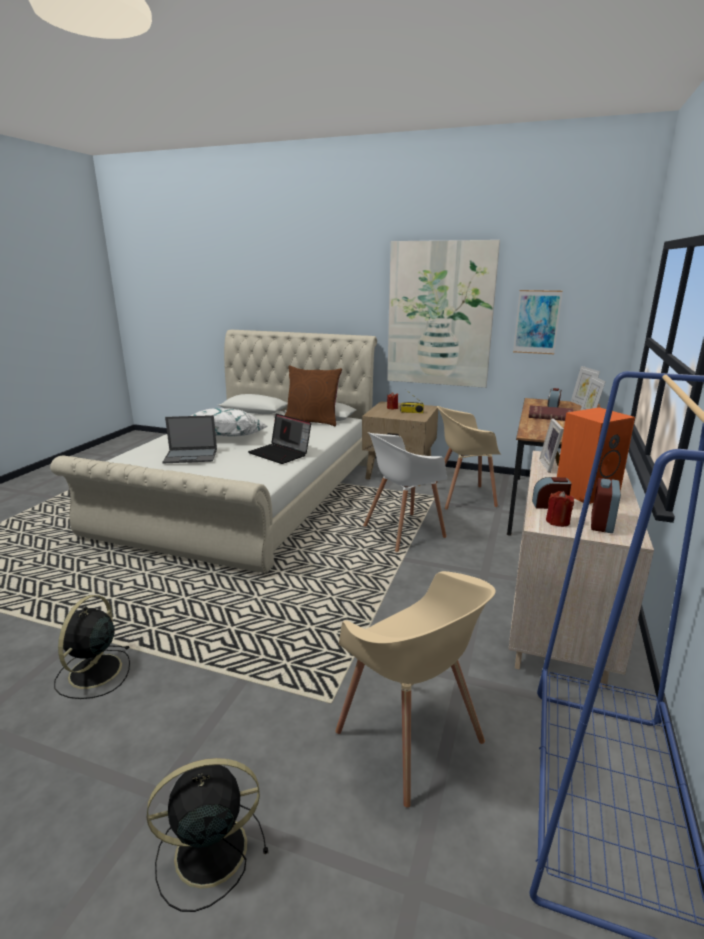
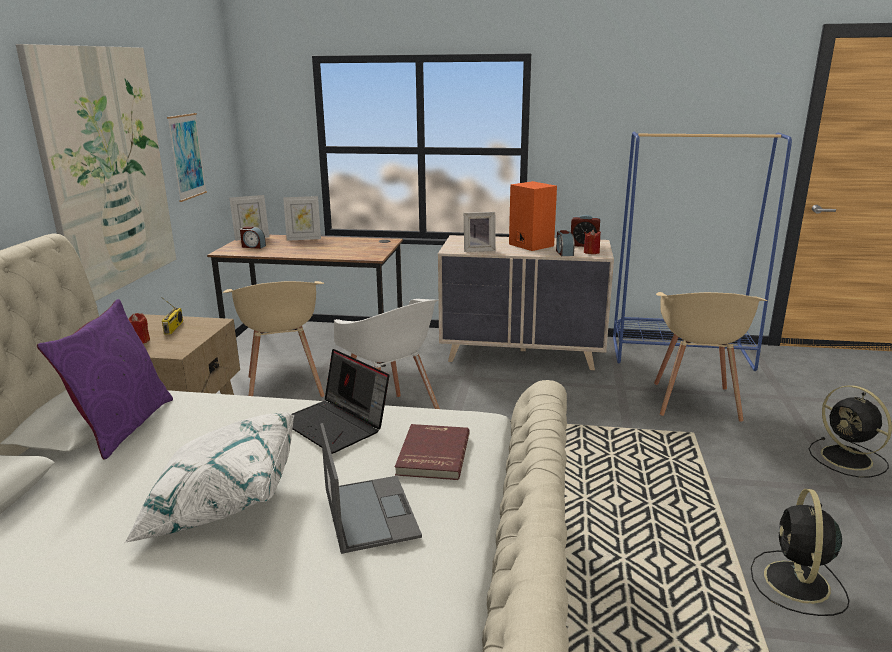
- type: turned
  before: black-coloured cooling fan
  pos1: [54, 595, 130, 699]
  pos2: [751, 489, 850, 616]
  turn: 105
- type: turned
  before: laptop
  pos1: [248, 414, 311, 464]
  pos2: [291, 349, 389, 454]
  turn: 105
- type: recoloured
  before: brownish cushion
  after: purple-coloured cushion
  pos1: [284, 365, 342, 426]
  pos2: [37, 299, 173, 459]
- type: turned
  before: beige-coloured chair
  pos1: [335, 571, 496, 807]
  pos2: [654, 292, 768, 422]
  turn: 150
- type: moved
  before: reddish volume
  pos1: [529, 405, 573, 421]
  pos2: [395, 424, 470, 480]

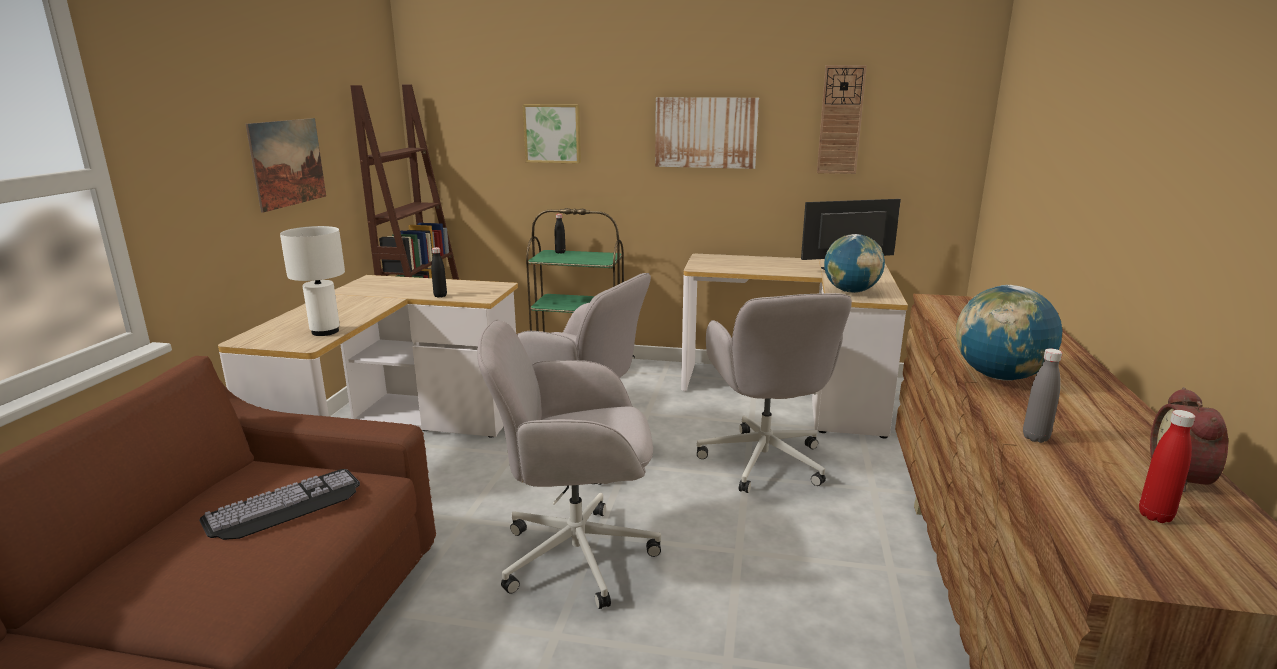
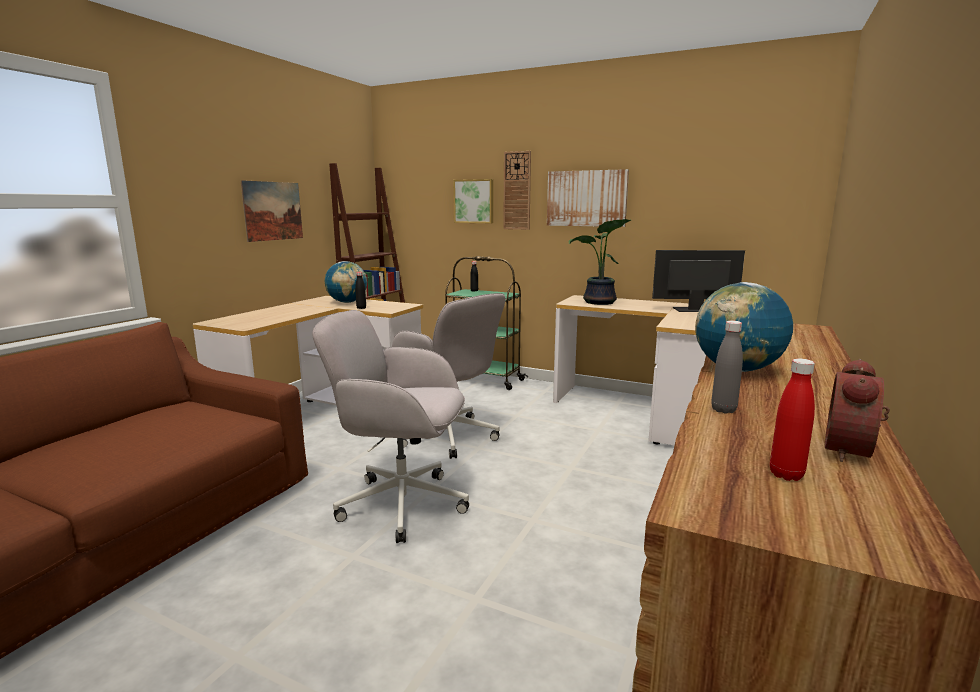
- type: removed
  before: keyboard
  pos1: [199, 469, 360, 540]
- type: removed
  before: white table lamp
  pos1: [280, 226, 345, 336]
- type: removed
  before: greyish computer chair
  pos1: [697, 293, 852, 493]
- type: moved
  before: wall clock
  pos1: [817, 65, 867, 174]
  pos2: [503, 151, 531, 230]
- type: moved
  before: world globe
  pos1: [824, 234, 885, 293]
  pos2: [325, 261, 367, 303]
- type: added
  after: plant in a pot
  pos2: [569, 219, 631, 305]

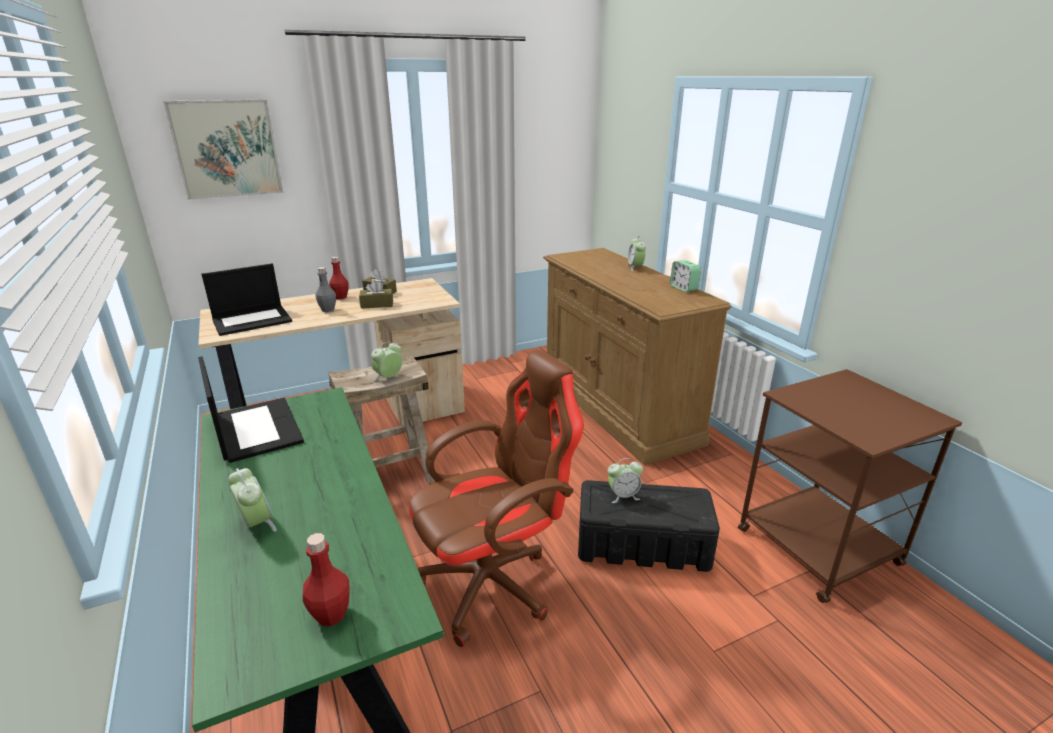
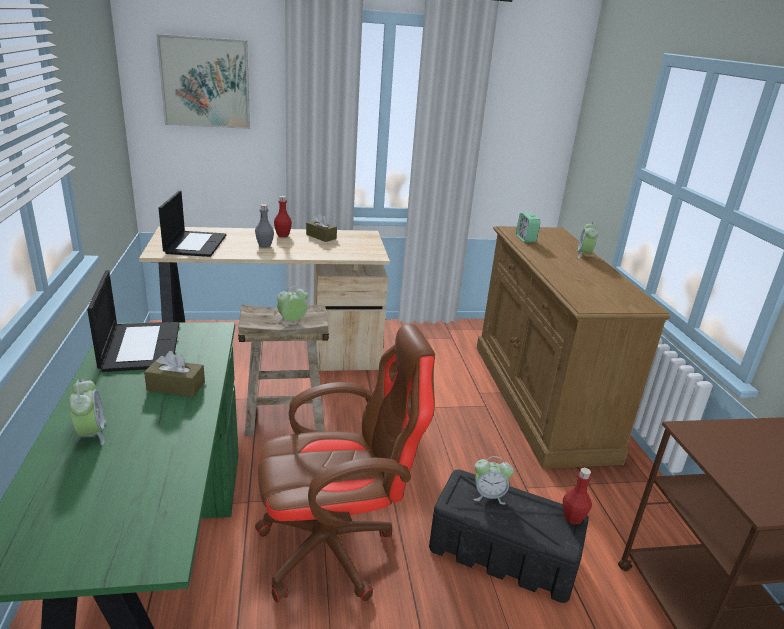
- type: turned
  before: laptop
  pos1: [202, 263, 292, 336]
  pos2: [159, 191, 226, 257]
  turn: -75
- type: moved
  before: reddish drink bottle
  pos1: [303, 533, 350, 626]
  pos2: [563, 468, 592, 525]
- type: moved
  before: brownish tissue box
  pos1: [359, 280, 393, 309]
  pos2: [144, 351, 205, 397]
- type: moved
  before: bedside clock
  pos1: [670, 260, 701, 292]
  pos2: [516, 213, 540, 243]

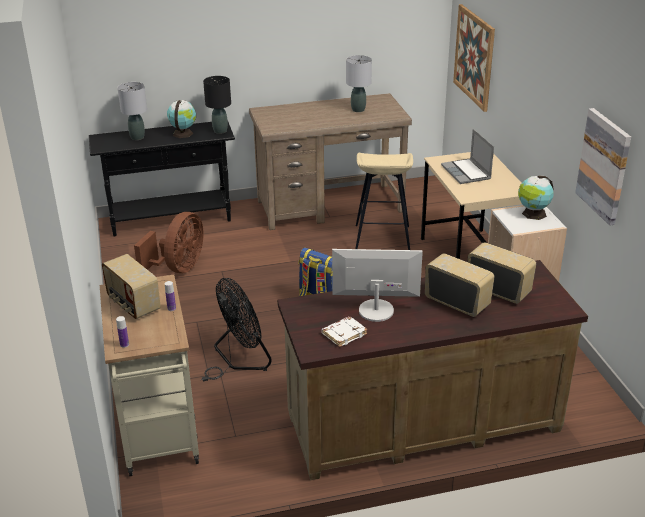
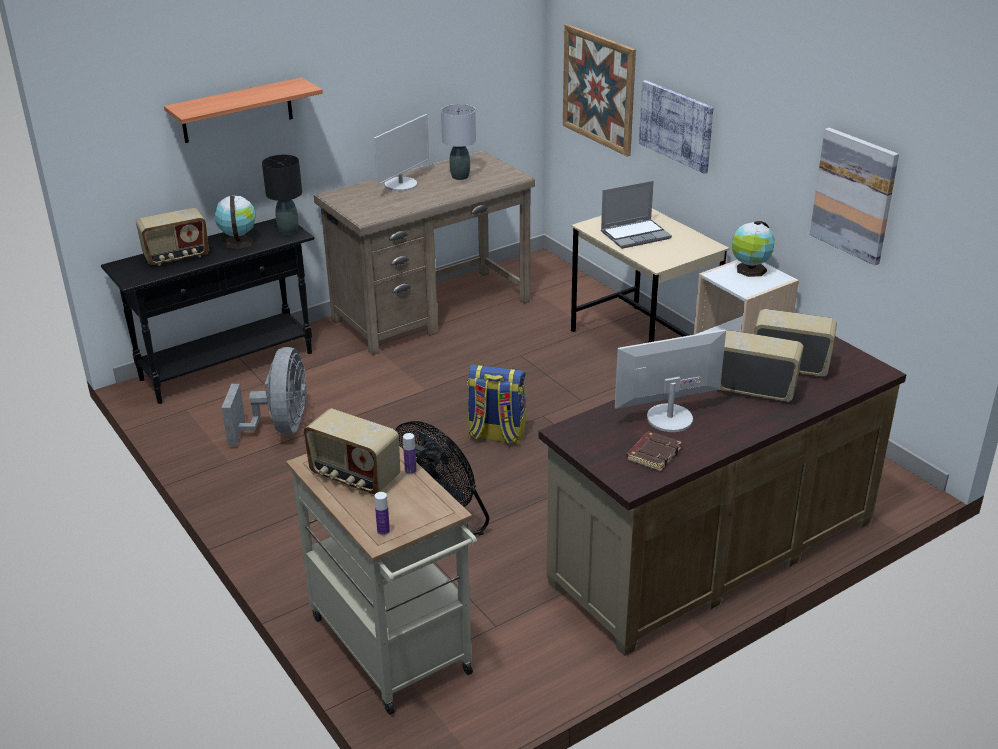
- type: replaced
  before: greyish table lamp
  after: radio
  pos1: [117, 82, 147, 140]
  pos2: [136, 208, 209, 266]
- type: recoloured
  before: brownish cooling fan
  after: greyish cooling fan
  pos1: [134, 212, 204, 273]
  pos2: [222, 347, 307, 446]
- type: recoloured
  before: white volume
  after: brownish volume
  pos1: [322, 316, 368, 347]
  pos2: [626, 431, 682, 472]
- type: removed
  before: beige-coloured stool
  pos1: [355, 153, 413, 250]
- type: turned
  before: laptop
  pos1: [441, 129, 494, 184]
  pos2: [601, 181, 672, 249]
  turn: -75
- type: added
  after: bracket shelf
  pos2: [164, 77, 323, 143]
- type: added
  after: computer screen
  pos2: [374, 114, 429, 191]
- type: added
  after: wall art
  pos2: [639, 80, 713, 174]

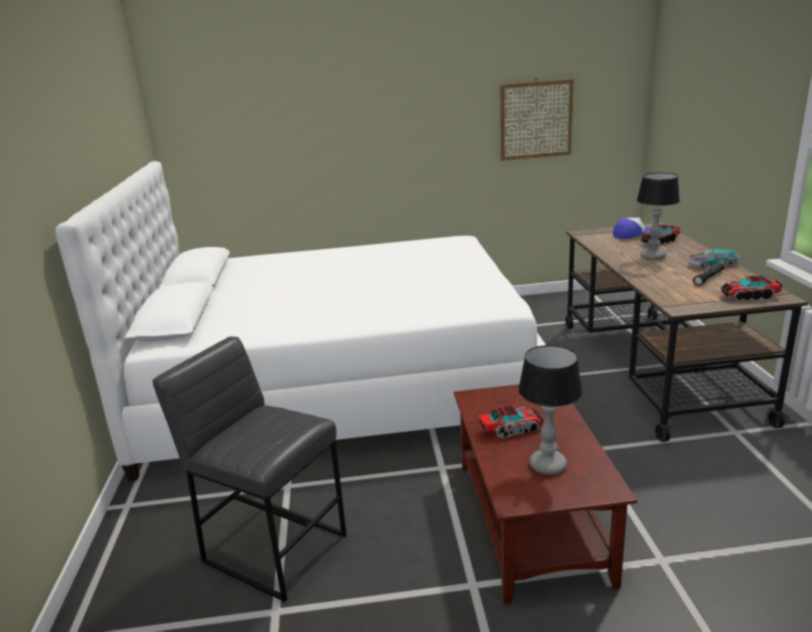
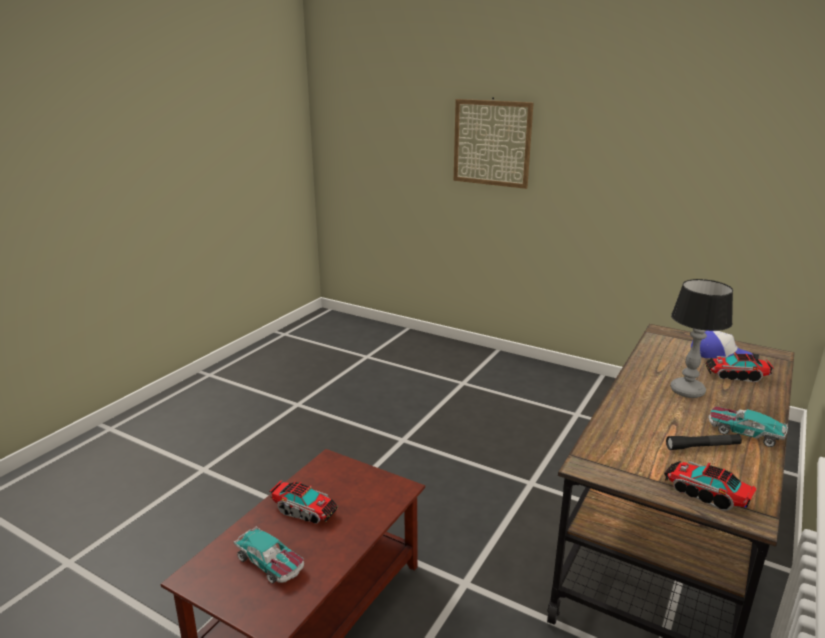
- type: removed
  before: white bedroom bed
  pos1: [55, 161, 546, 481]
- type: removed
  before: greyish stool
  pos1: [152, 336, 347, 602]
- type: moved
  before: wall art
  pos1: [500, 79, 574, 161]
  pos2: [454, 97, 534, 189]
- type: replaced
  before: table lamp
  after: miniature car
  pos1: [518, 345, 582, 475]
  pos2: [233, 526, 304, 584]

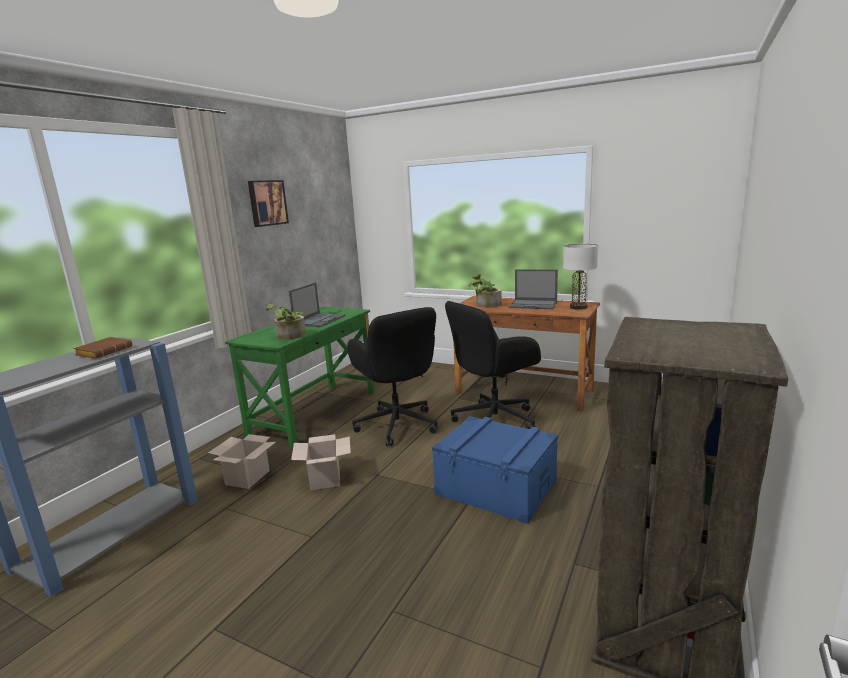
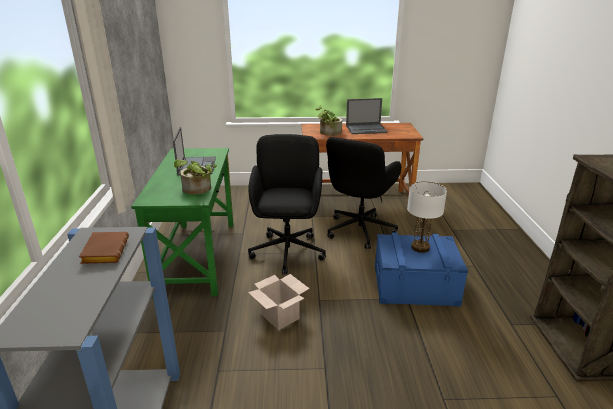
- type: removed
  before: carton
  pos1: [208, 434, 275, 489]
- type: removed
  before: wall art
  pos1: [248, 180, 289, 227]
- type: turned
  before: black-coloured computer chair
  pos1: [347, 307, 438, 446]
  pos2: [248, 134, 326, 274]
  turn: -120
- type: moved
  before: table lamp
  pos1: [563, 244, 598, 310]
  pos2: [407, 181, 447, 253]

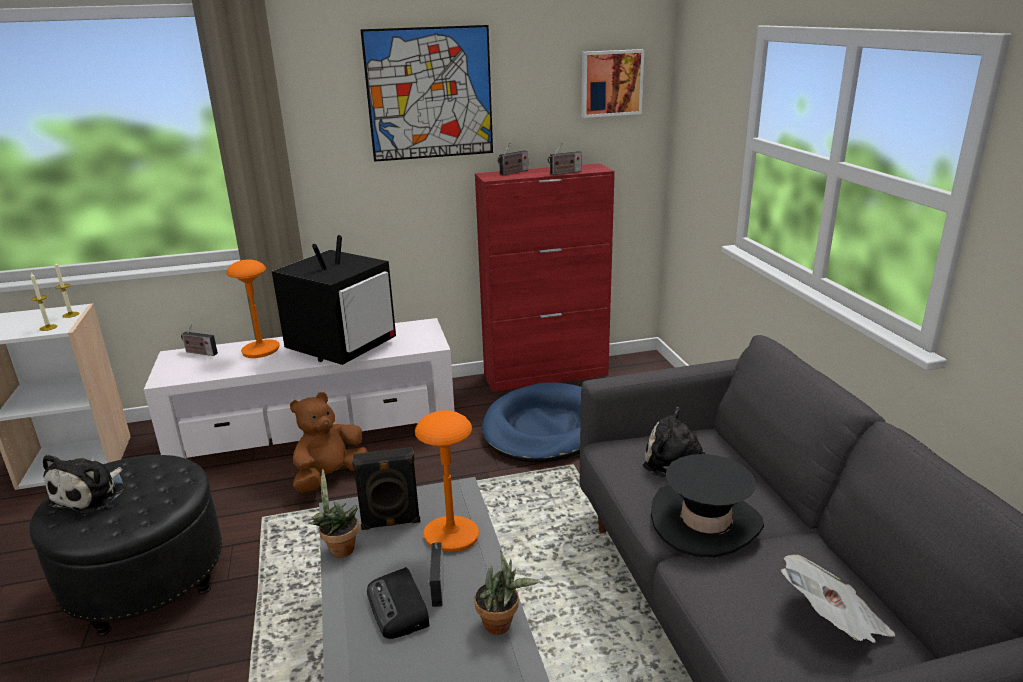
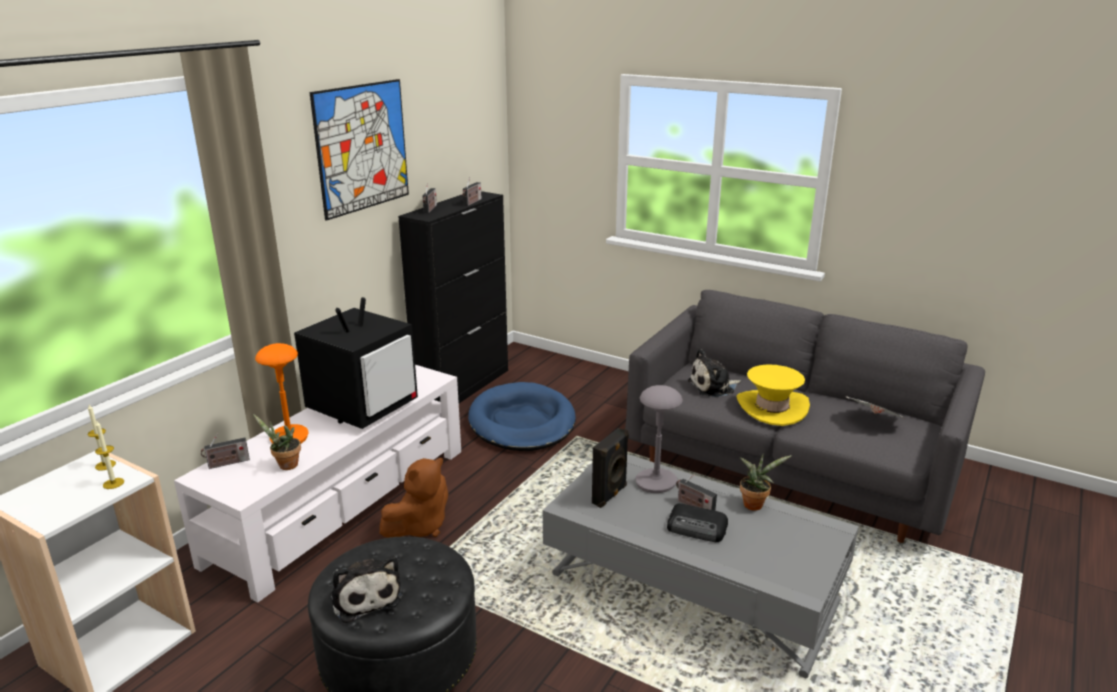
- type: turned
  before: TV set
  pos1: [272, 235, 396, 365]
  pos2: [294, 297, 418, 429]
  turn: 45
- type: turned
  before: brownish plush toy
  pos1: [290, 392, 368, 493]
  pos2: [380, 458, 448, 538]
  turn: -135
- type: moved
  before: plant in a pot
  pos1: [308, 469, 359, 558]
  pos2: [253, 414, 301, 470]
- type: recoloured
  before: orange-coloured table lamp
  after: greyish table lamp
  pos1: [415, 410, 479, 552]
  pos2: [635, 385, 683, 493]
- type: recoloured
  before: reddish cabinet
  after: black-coloured cabinet
  pos1: [475, 163, 615, 392]
  pos2: [398, 191, 508, 403]
- type: removed
  before: wall art
  pos1: [581, 49, 644, 118]
- type: recoloured
  before: black-coloured clothing hat
  after: yellow-coloured clothing hat
  pos1: [651, 454, 764, 558]
  pos2: [737, 364, 810, 426]

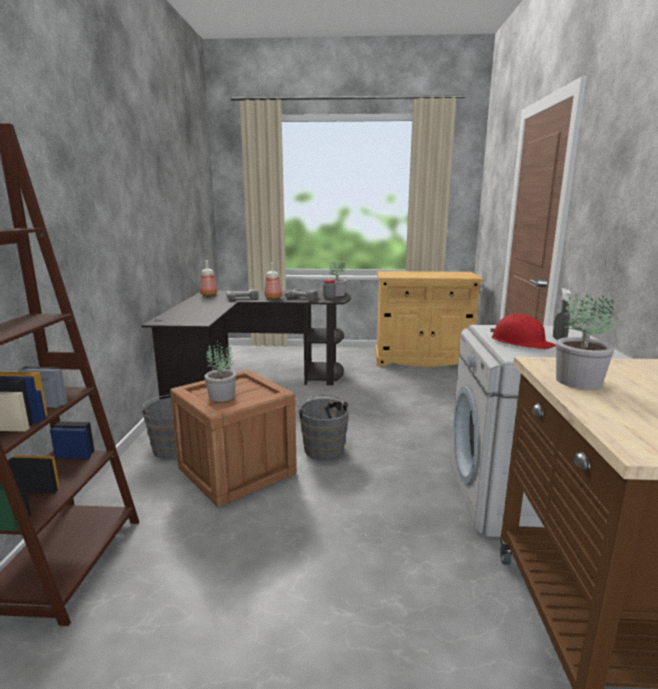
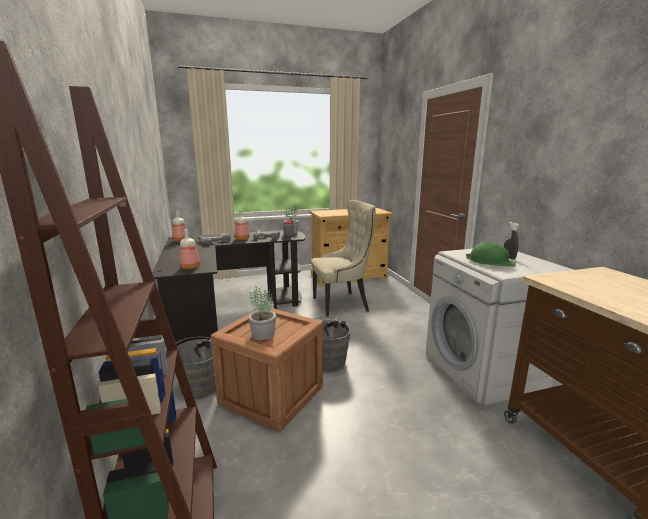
- type: recoloured
  before: reddish work helmet
  after: greenish work helmet
  pos1: [490, 314, 556, 349]
  pos2: [466, 242, 516, 267]
- type: removed
  before: plant in a pot
  pos1: [556, 294, 615, 389]
- type: added
  after: drink bottle
  pos2: [180, 229, 200, 270]
- type: added
  after: beige-coloured chair
  pos2: [311, 200, 376, 317]

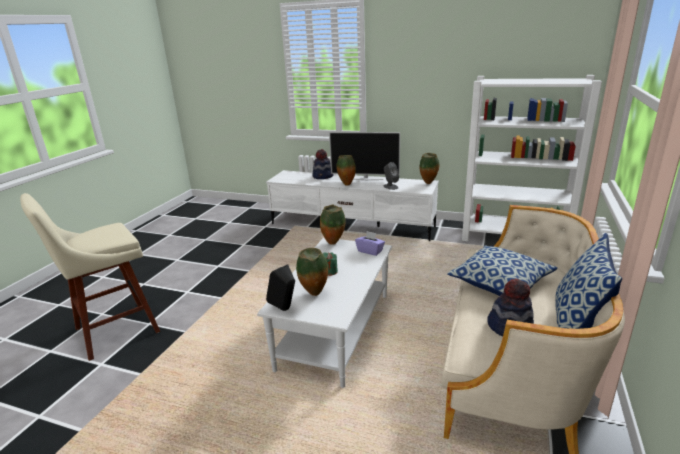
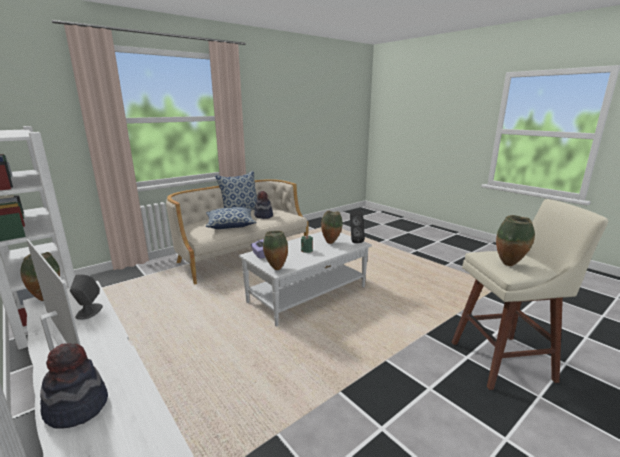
- type: moved
  before: vase
  pos1: [336, 155, 356, 186]
  pos2: [496, 215, 535, 266]

